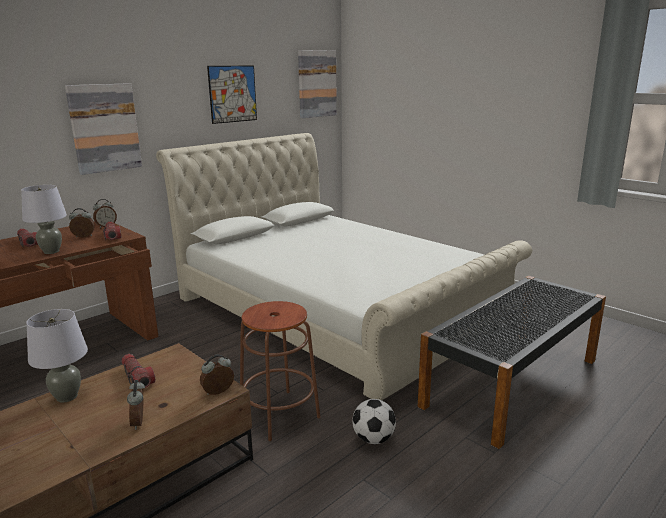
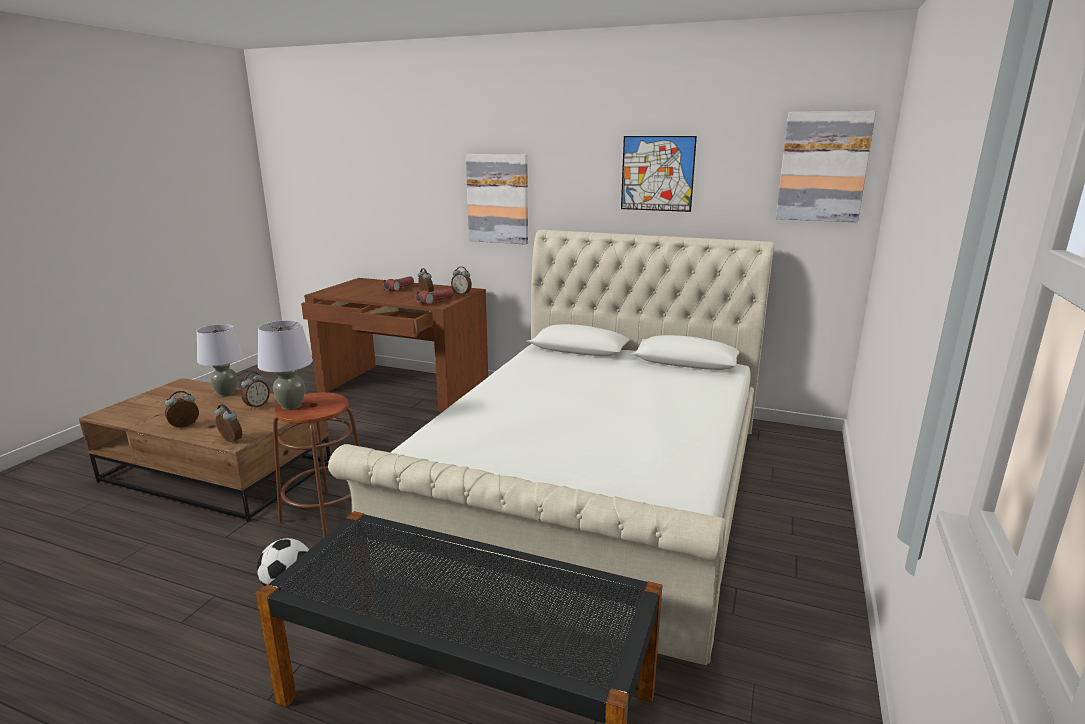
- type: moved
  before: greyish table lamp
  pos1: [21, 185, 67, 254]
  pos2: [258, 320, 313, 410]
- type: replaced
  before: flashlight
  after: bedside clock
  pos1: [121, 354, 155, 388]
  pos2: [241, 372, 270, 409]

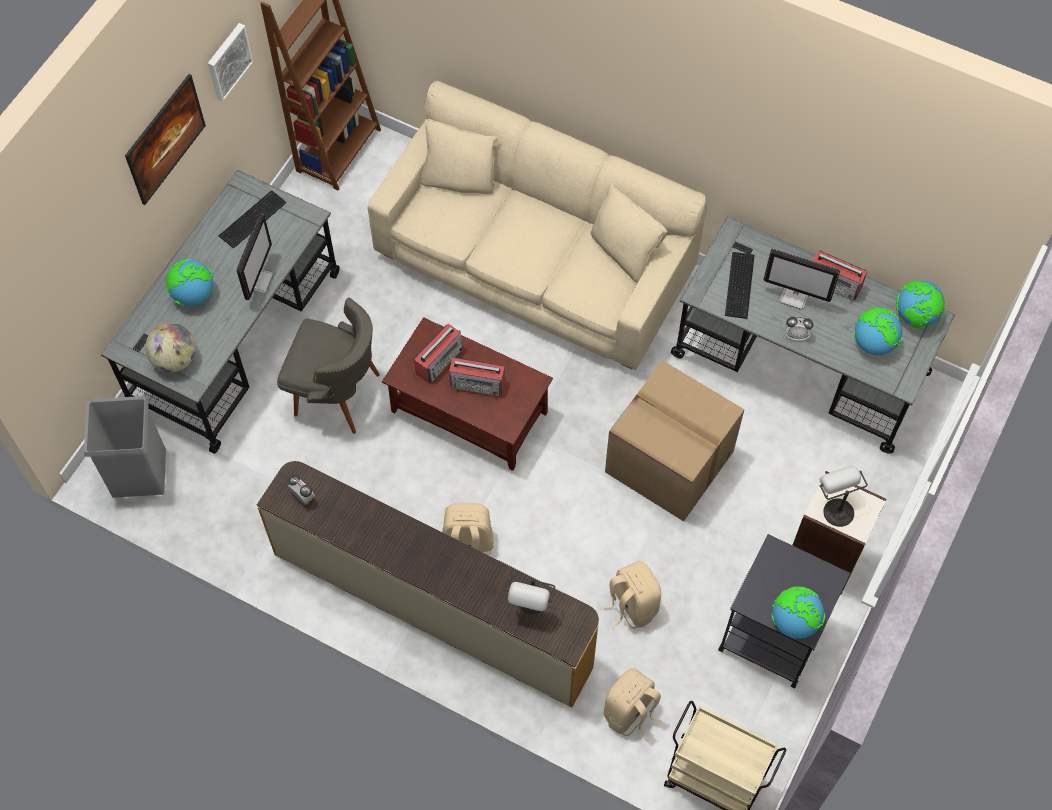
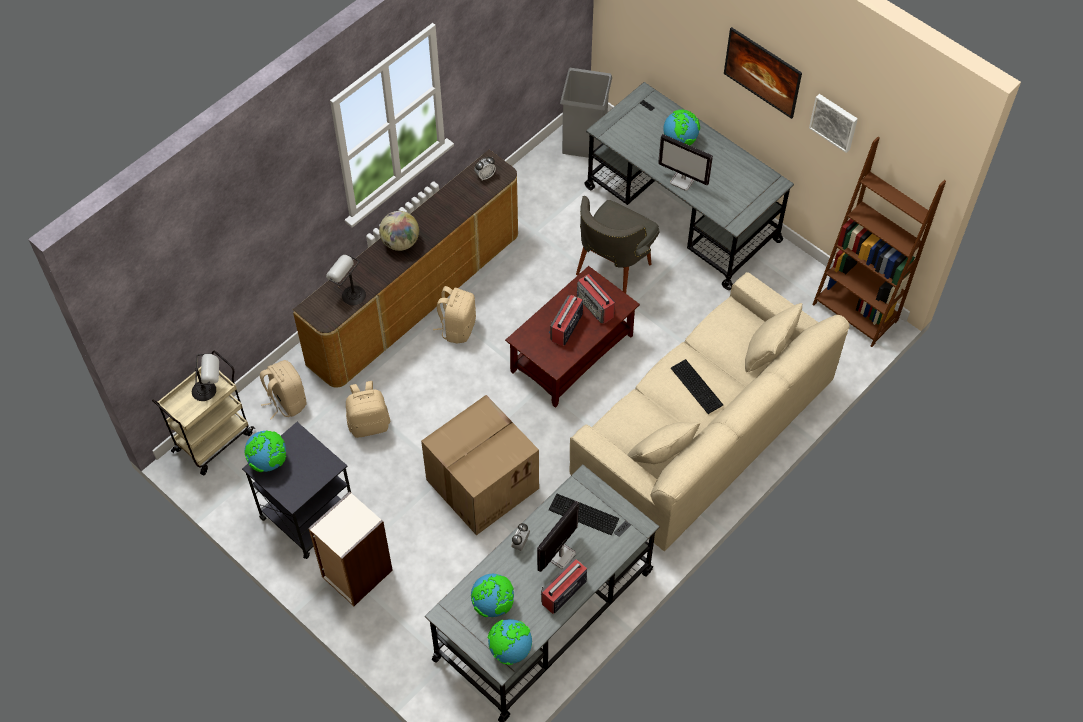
- type: moved
  before: world globe
  pos1: [145, 323, 196, 373]
  pos2: [379, 211, 419, 251]
- type: moved
  before: keyboard
  pos1: [219, 190, 286, 249]
  pos2: [671, 359, 723, 414]
- type: moved
  before: table lamp
  pos1: [819, 466, 868, 527]
  pos2: [192, 353, 219, 401]

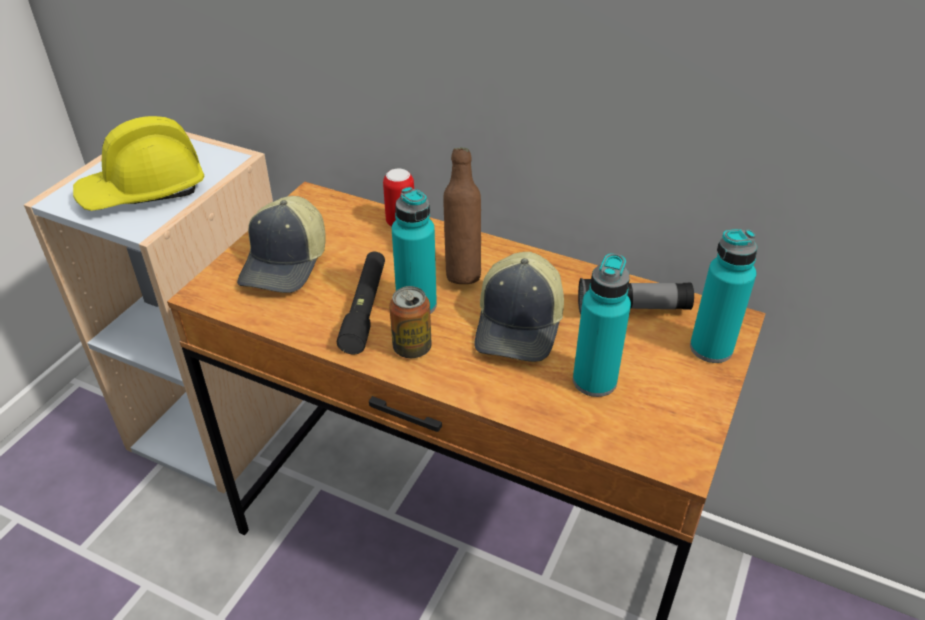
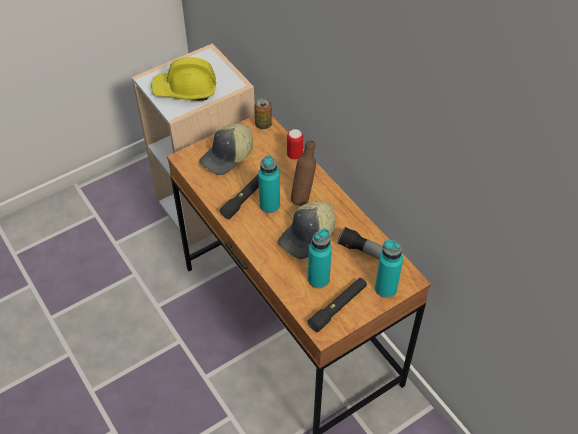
- type: moved
  before: sealed can
  pos1: [389, 286, 432, 358]
  pos2: [254, 98, 272, 129]
- type: added
  after: black-coloured flashlight
  pos2: [307, 278, 367, 332]

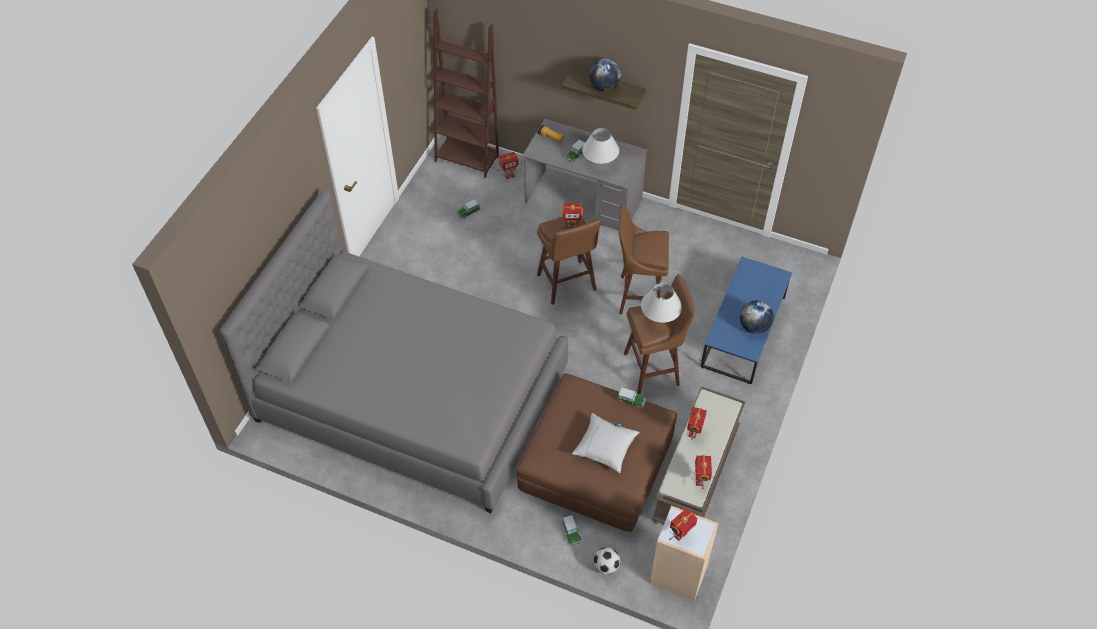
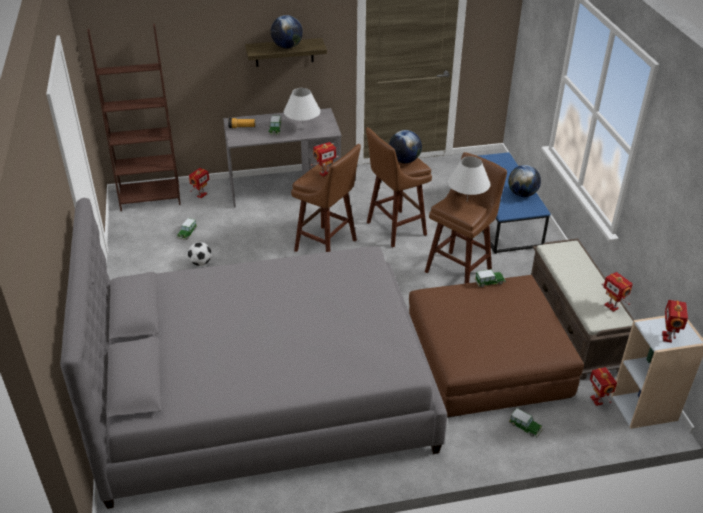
- type: removed
  before: greyish cushion
  pos1: [572, 413, 639, 474]
- type: moved
  before: football ball
  pos1: [593, 547, 620, 575]
  pos2: [187, 242, 212, 266]
- type: moved
  before: toy robot
  pos1: [687, 407, 707, 440]
  pos2: [590, 367, 617, 406]
- type: added
  after: world globe
  pos2: [389, 130, 422, 163]

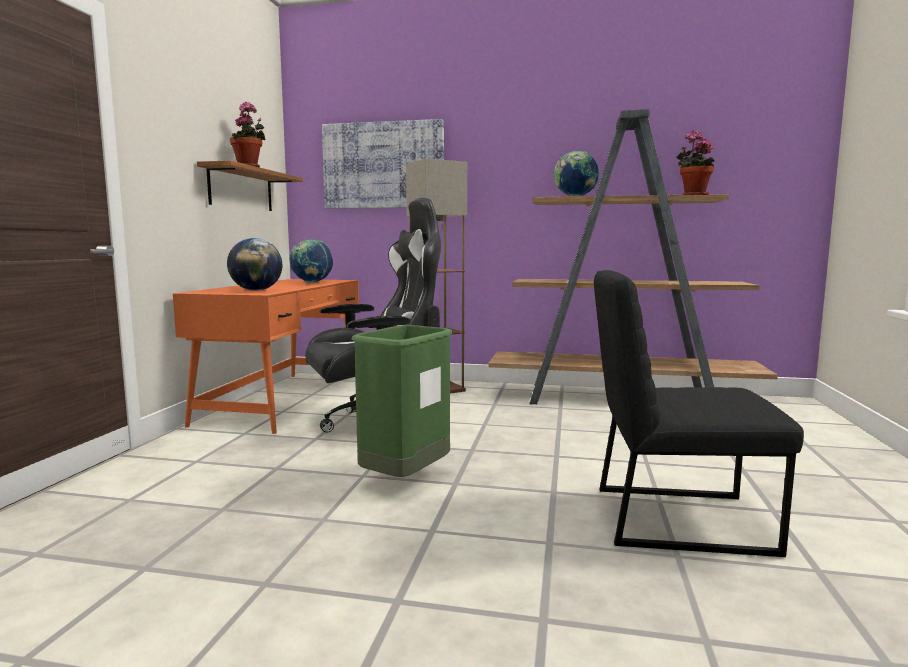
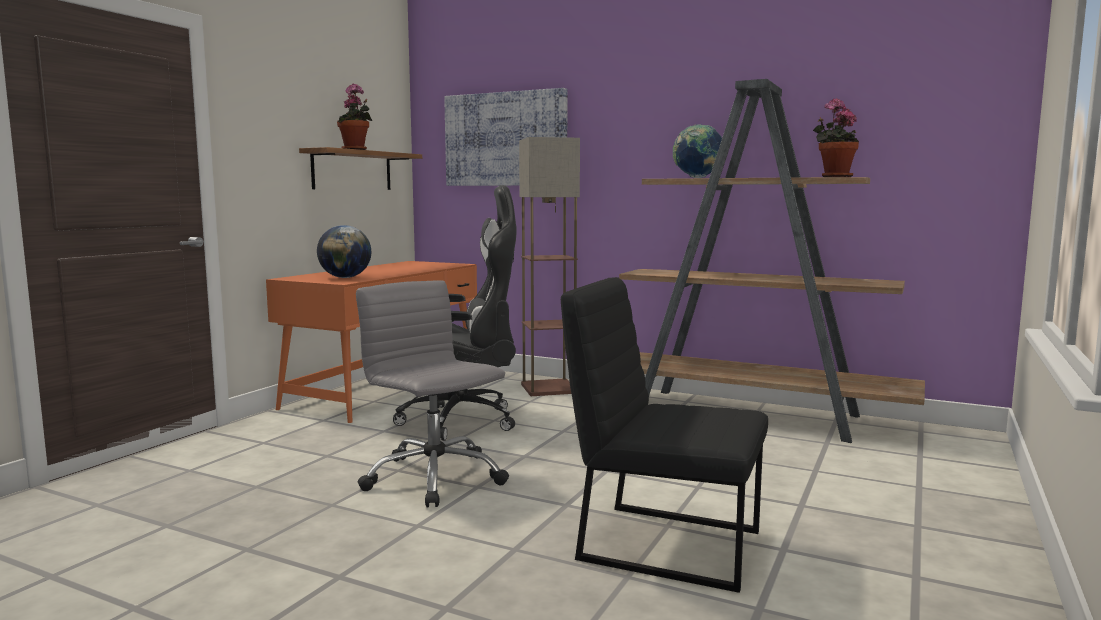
- type: removed
  before: world globe
  pos1: [289, 239, 333, 284]
- type: replaced
  before: greenish trash can
  after: greyish computer chair
  pos1: [351, 325, 453, 477]
  pos2: [356, 280, 509, 507]

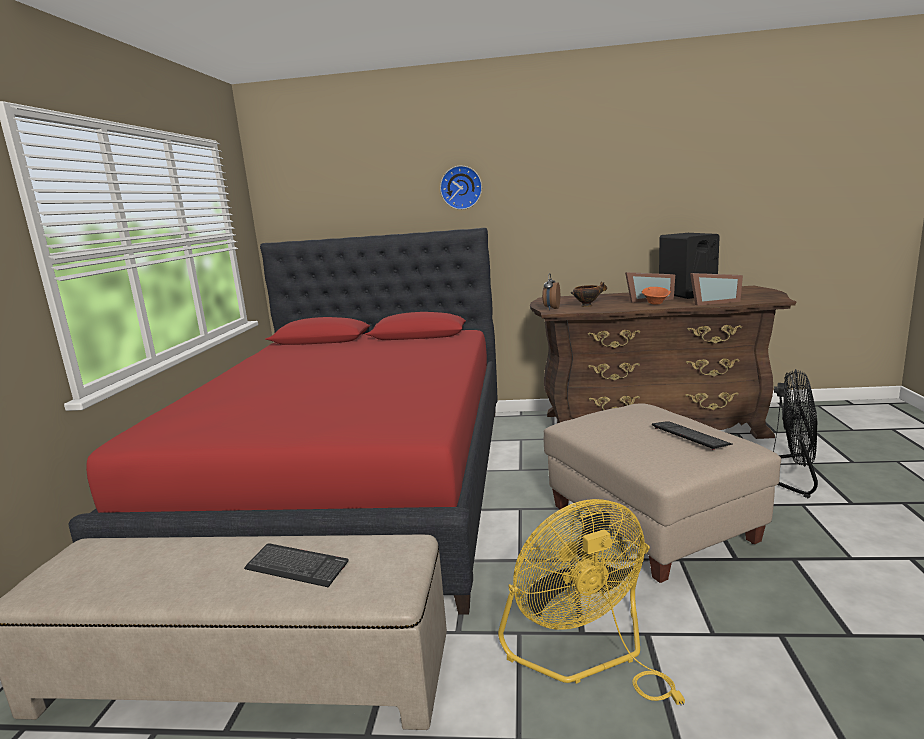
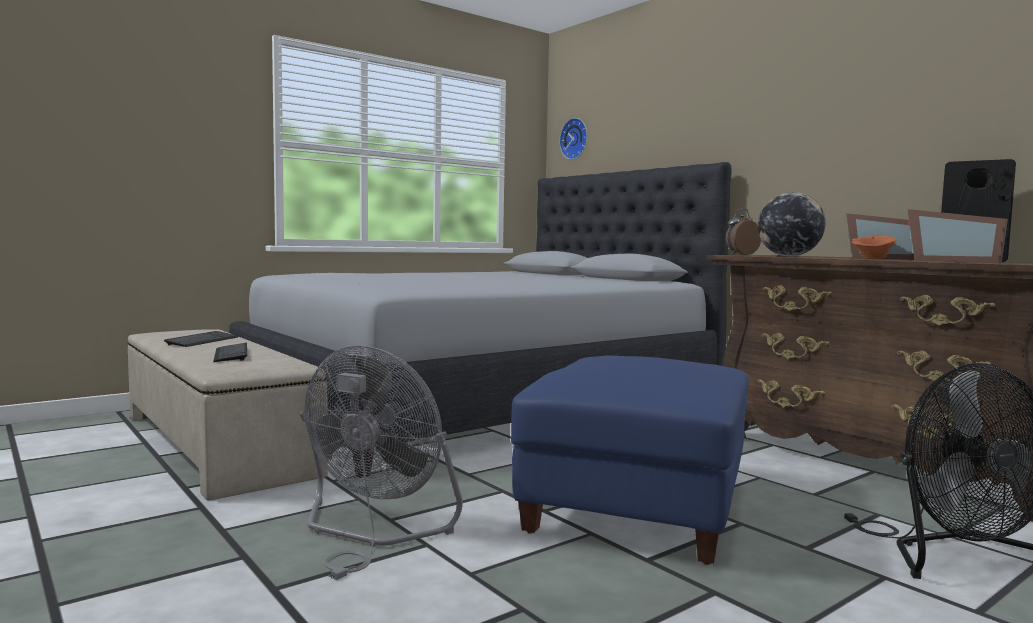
- type: recoloured
  before: reddish bedroom bed
  after: greyish bedroom bed
  pos1: [68, 228, 498, 615]
  pos2: [229, 162, 732, 478]
- type: moved
  before: wall clock
  pos1: [440, 165, 482, 210]
  pos2: [559, 118, 588, 160]
- type: recoloured
  before: yellow-coloured cooling fan
  after: greyish cooling fan
  pos1: [498, 499, 685, 705]
  pos2: [300, 345, 463, 580]
- type: recoloured
  before: beige-coloured pouffe
  after: blue-coloured pouffe
  pos1: [544, 403, 781, 583]
  pos2: [511, 355, 749, 565]
- type: replaced
  before: bowl
  after: world globe
  pos1: [571, 281, 607, 307]
  pos2: [758, 192, 826, 256]
- type: moved
  before: keyboard
  pos1: [652, 421, 733, 450]
  pos2: [164, 331, 238, 347]

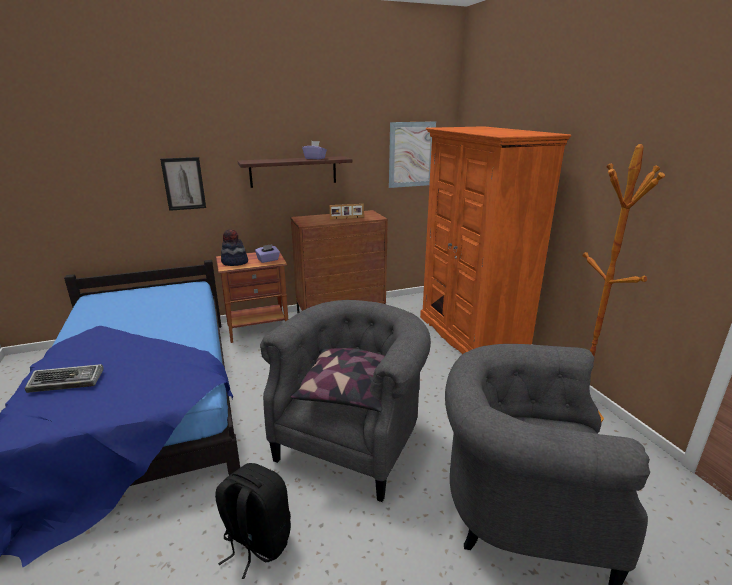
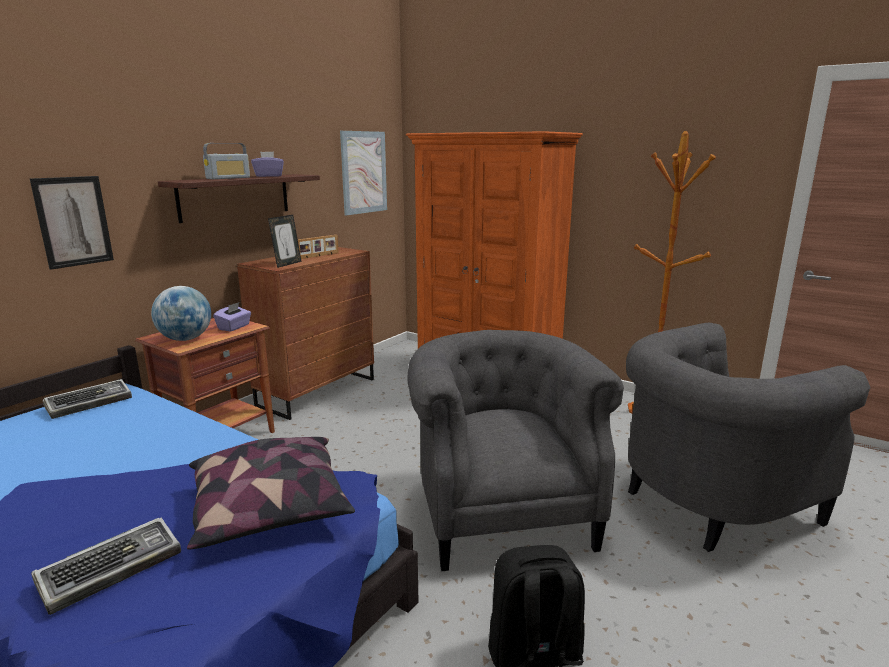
- type: replaced
  before: clothing hat
  after: world globe
  pos1: [221, 229, 248, 266]
  pos2: [151, 286, 211, 341]
- type: moved
  before: cushion
  pos1: [291, 348, 386, 412]
  pos2: [187, 437, 355, 550]
- type: added
  after: keyboard
  pos2: [43, 379, 132, 419]
- type: added
  after: radio
  pos2: [203, 143, 250, 179]
- type: added
  after: photo frame
  pos2: [268, 215, 301, 268]

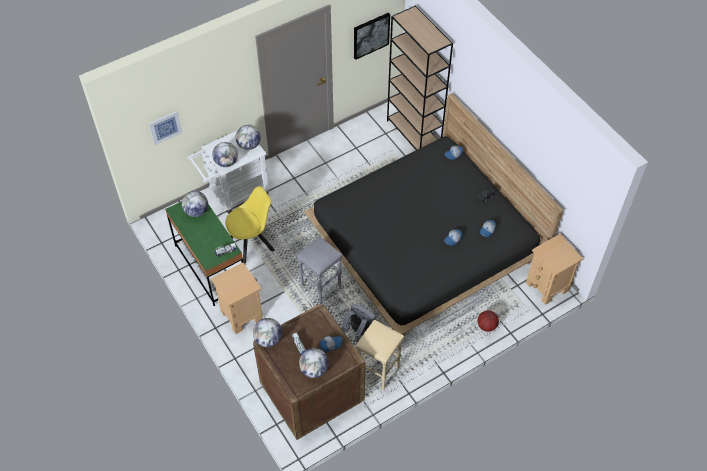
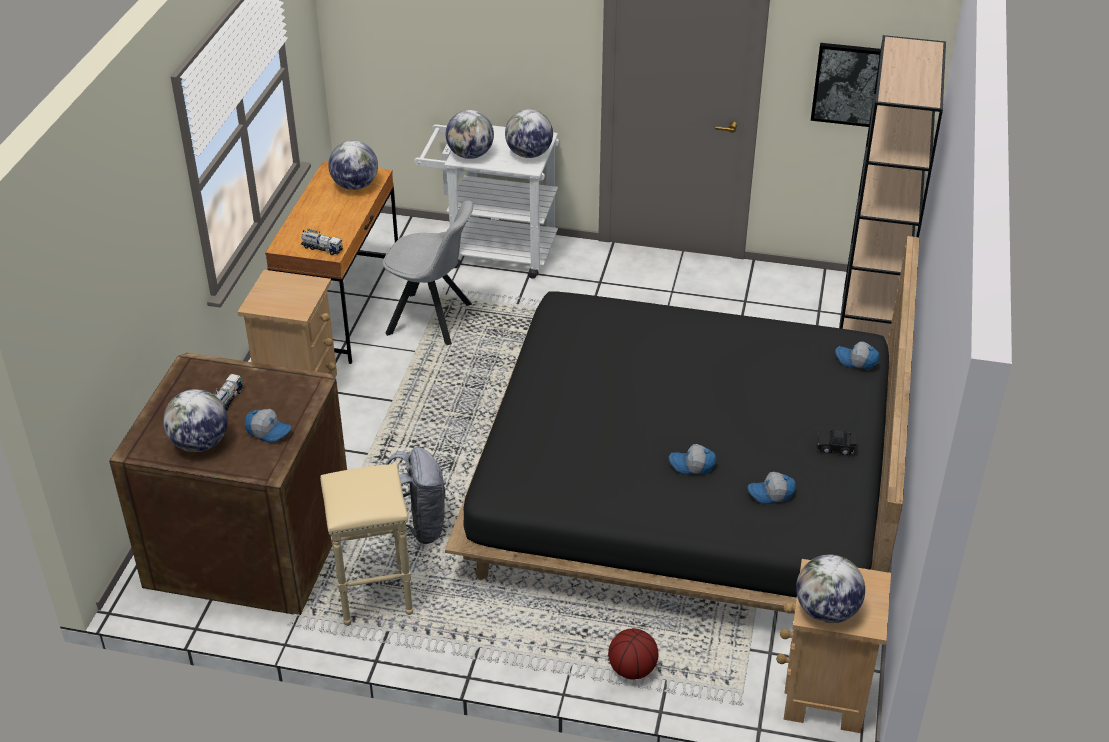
- type: removed
  before: wall art
  pos1: [149, 111, 182, 145]
- type: recoloured
  before: greenish desk
  after: brownish desk
  pos1: [165, 201, 244, 306]
  pos2: [265, 161, 398, 364]
- type: recoloured
  before: yellow-coloured chair
  after: greyish chair
  pos1: [225, 186, 275, 264]
  pos2: [383, 200, 473, 345]
- type: moved
  before: world globe
  pos1: [253, 318, 282, 347]
  pos2: [796, 555, 865, 623]
- type: removed
  before: greyish stool
  pos1: [296, 236, 343, 303]

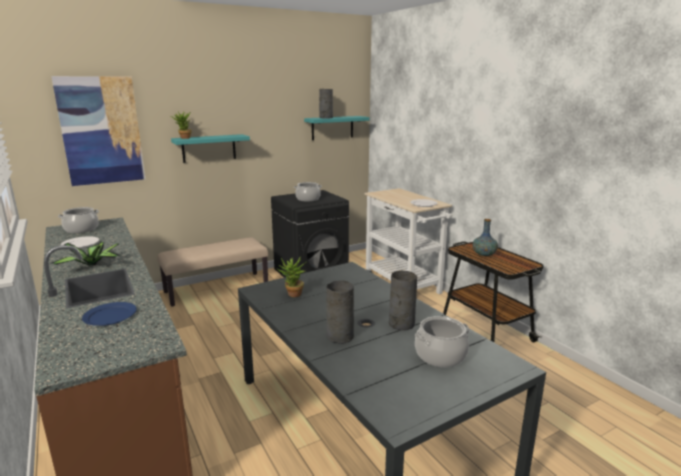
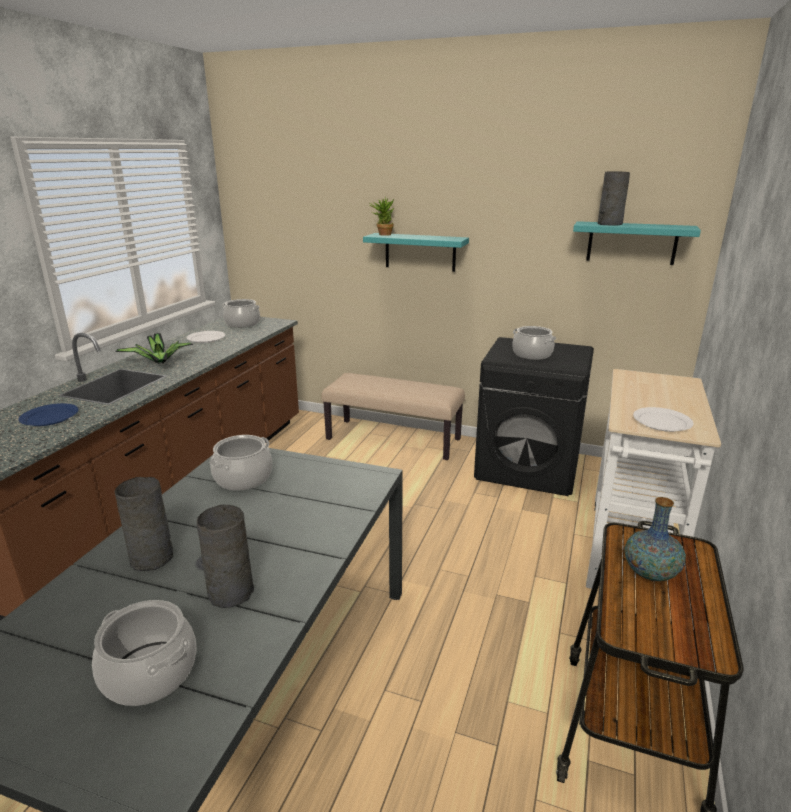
- type: removed
  before: wall art
  pos1: [51, 76, 145, 186]
- type: replaced
  before: plant in a pot
  after: saucepot
  pos1: [277, 256, 306, 297]
  pos2: [210, 435, 272, 491]

